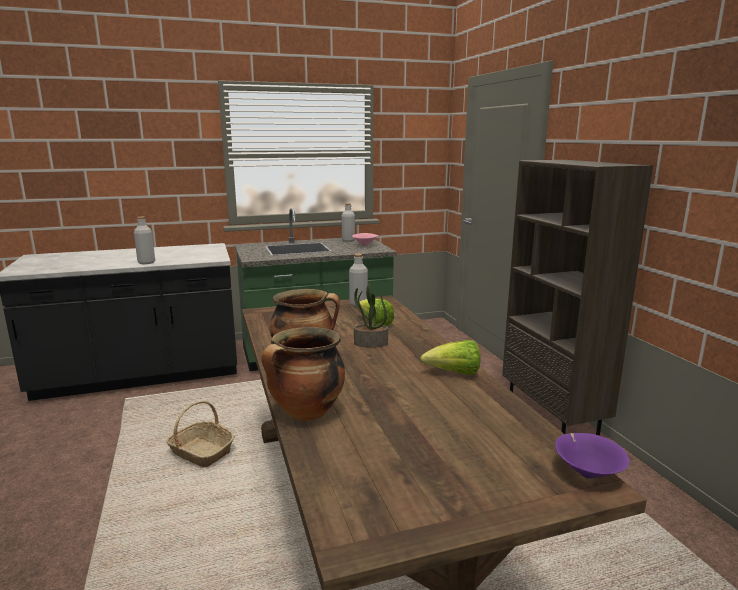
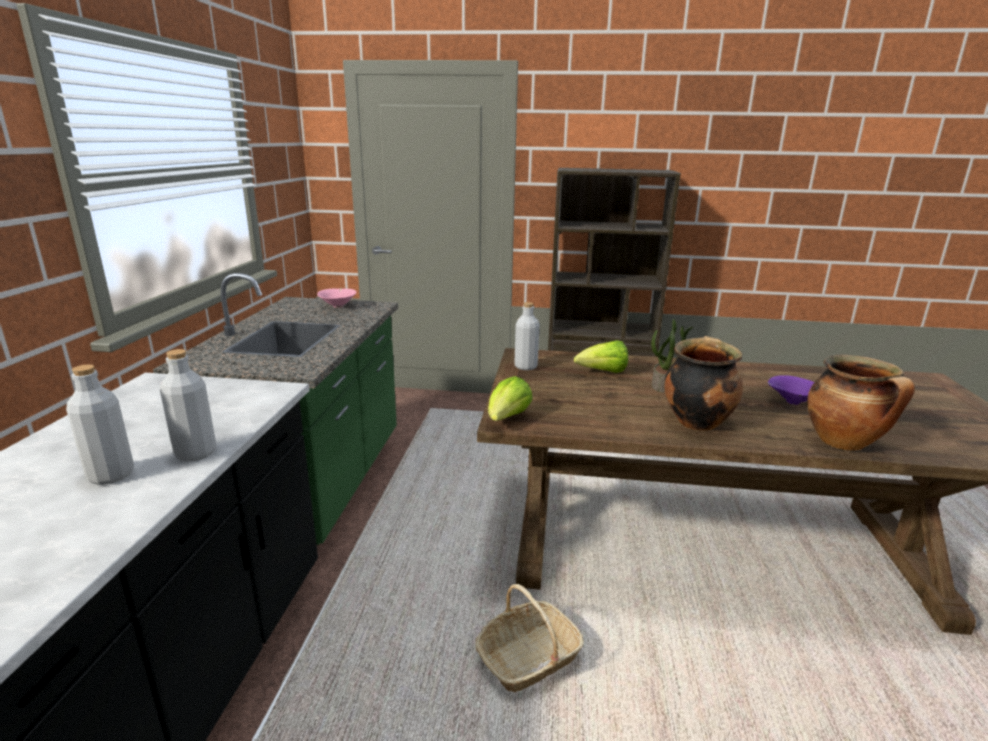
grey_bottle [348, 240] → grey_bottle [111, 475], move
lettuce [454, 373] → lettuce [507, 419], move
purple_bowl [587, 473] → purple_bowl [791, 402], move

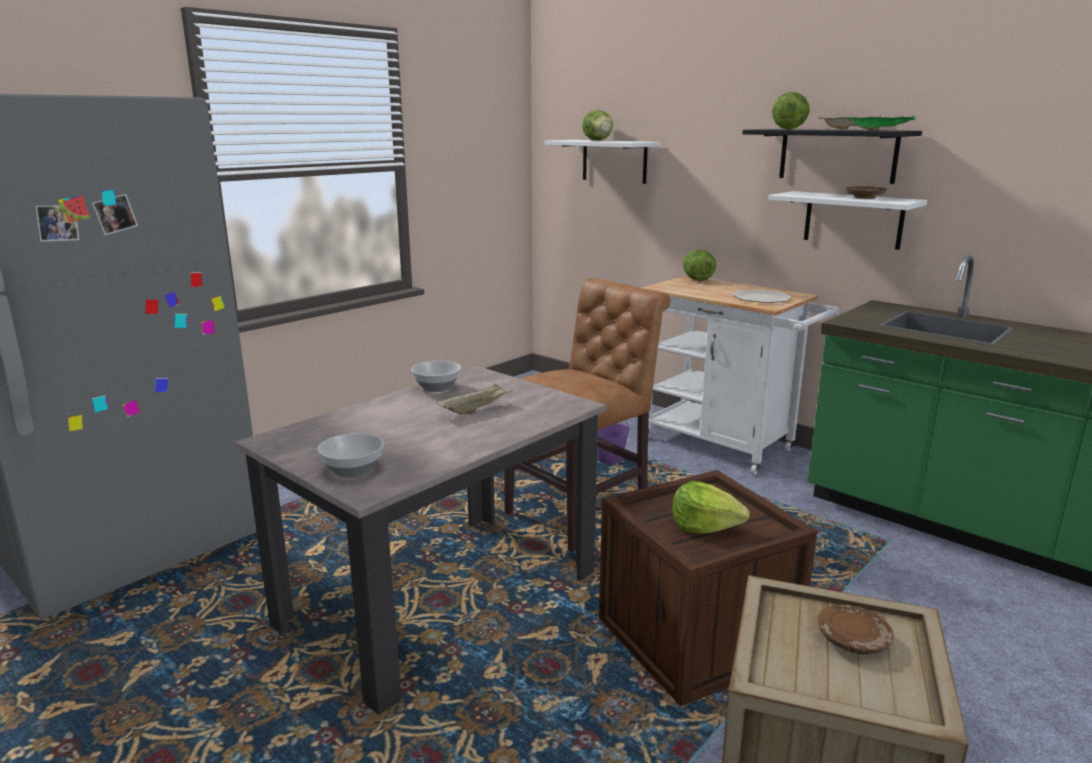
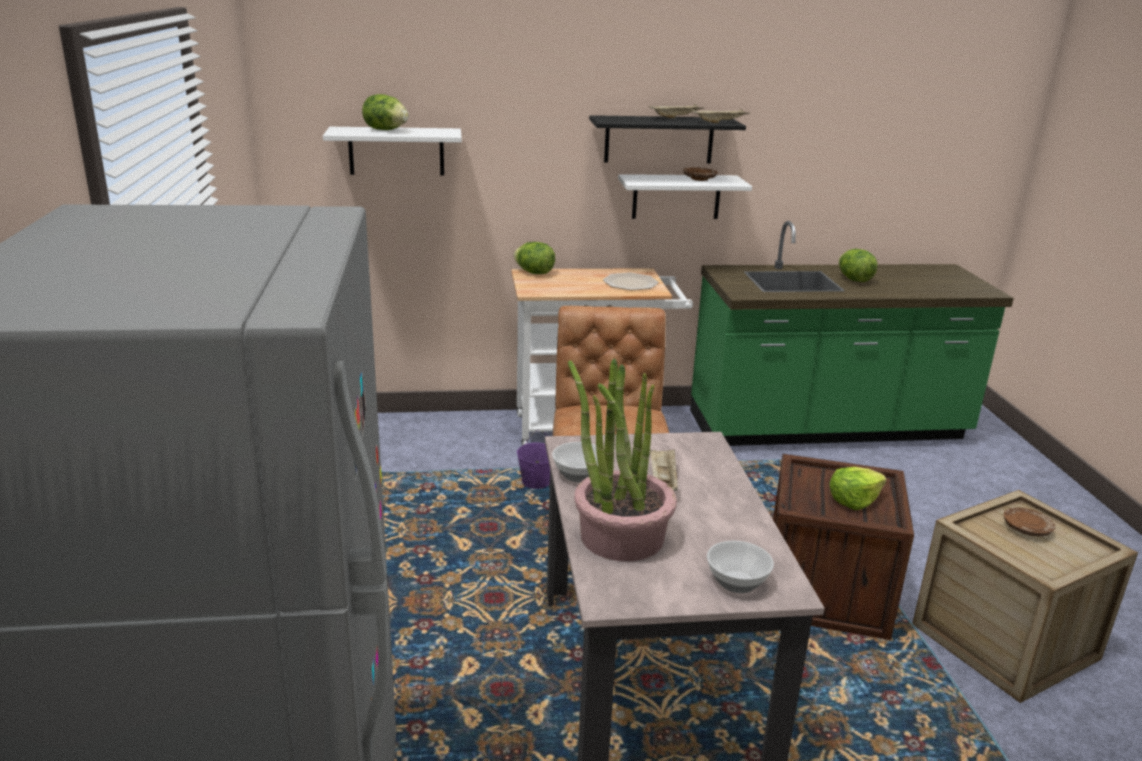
lettuce [789, 129] → lettuce [854, 280], move
green_tray [880, 130] → beige_tray [720, 122]
- → potted_plant [621, 536]

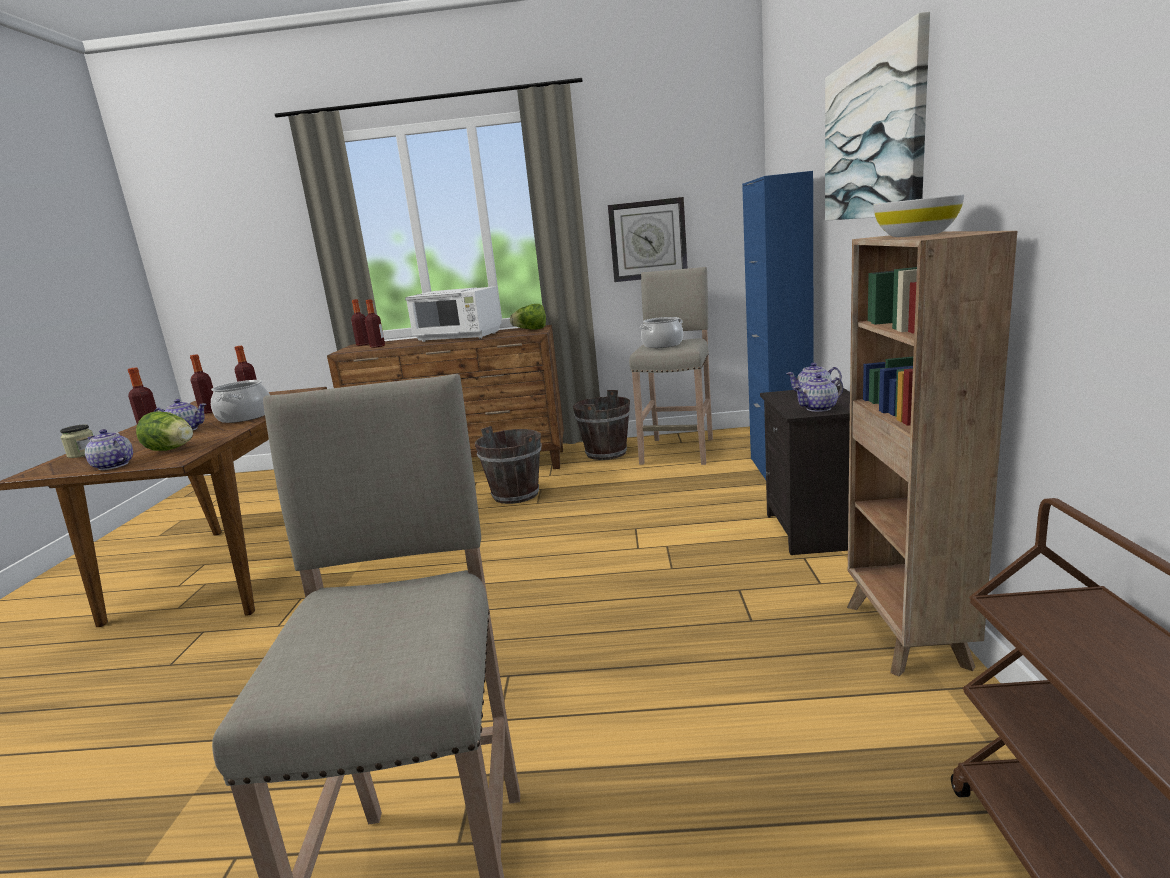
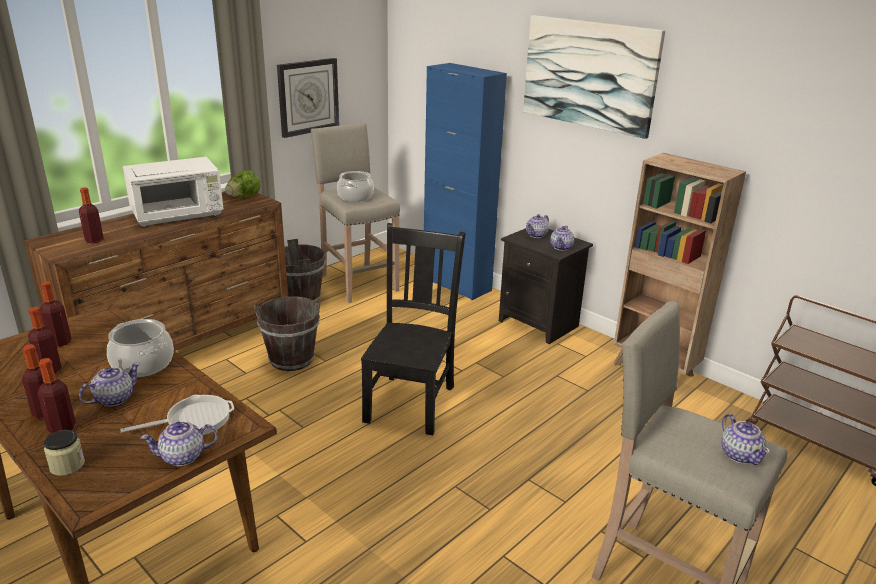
lettuce [172, 450] → frying_pan [193, 420]
bottle [363, 344] → bottle [62, 428], move
white_bowl [916, 235] → -
- → black_chair [411, 401]
- → teapot [740, 454]

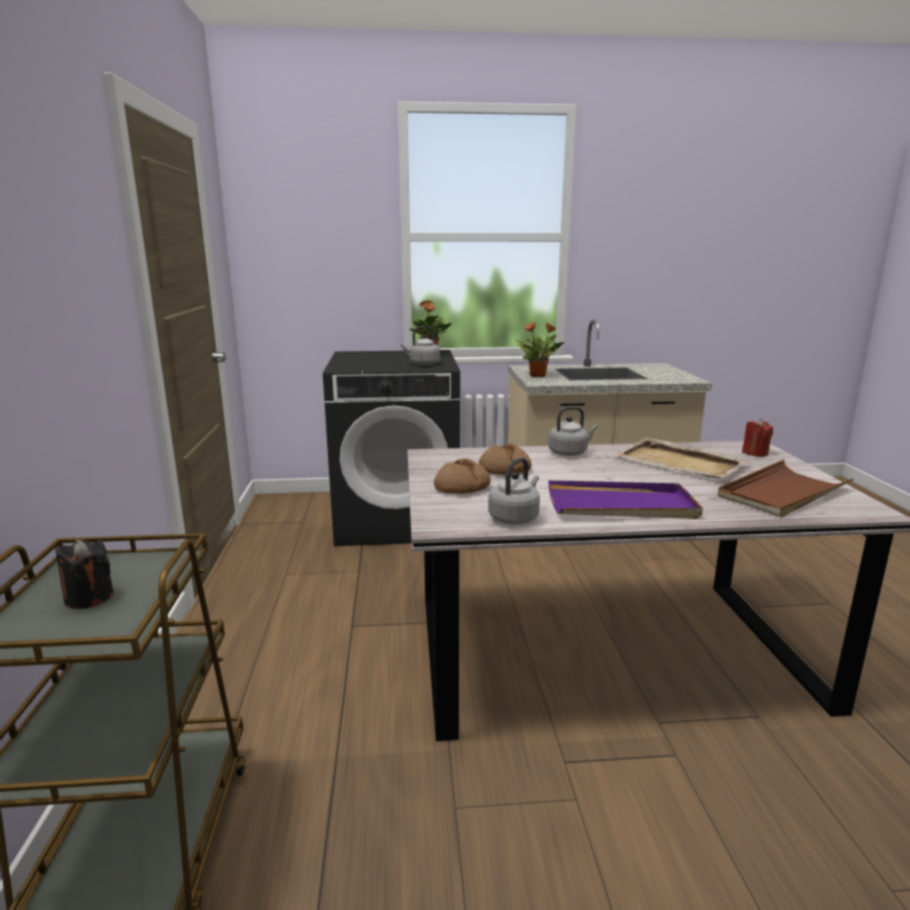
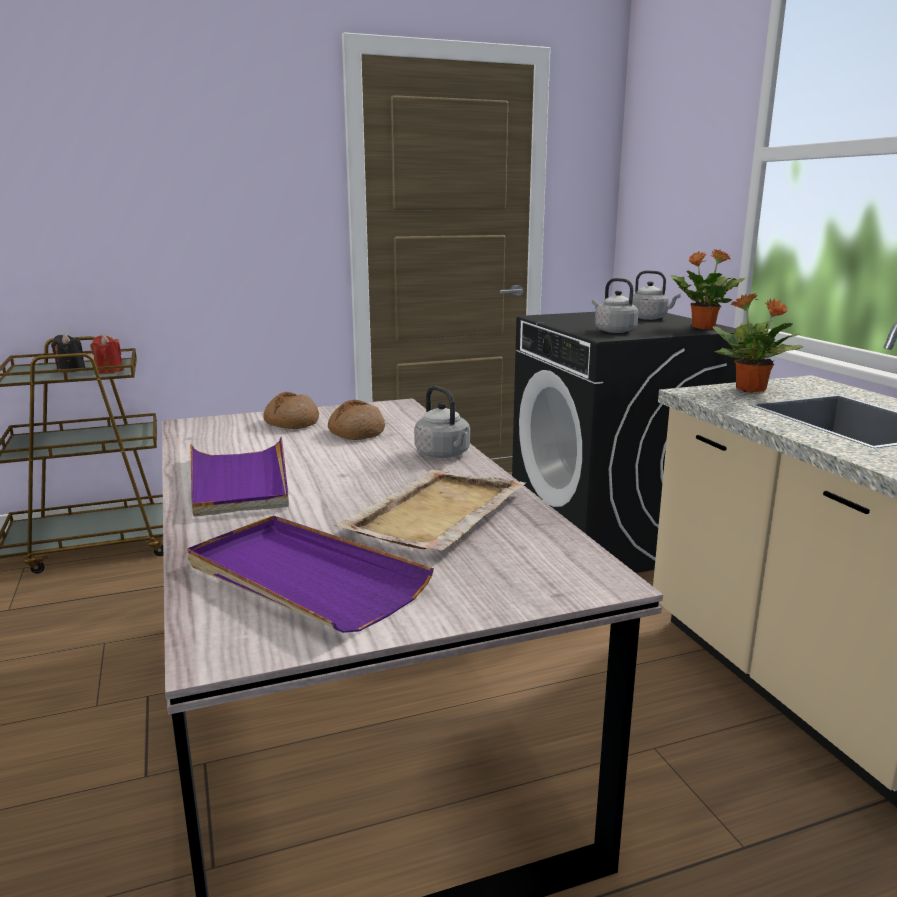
grey_kettle [515, 517] → grey_kettle [650, 318], move
brown_tray [782, 493] → purple_tray [303, 578]
red_candle [755, 453] → red_candle [109, 371], move

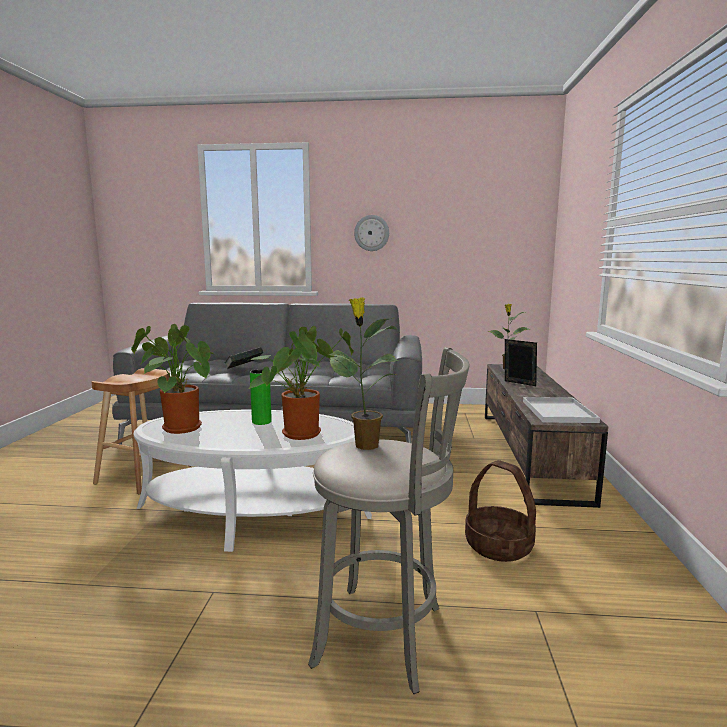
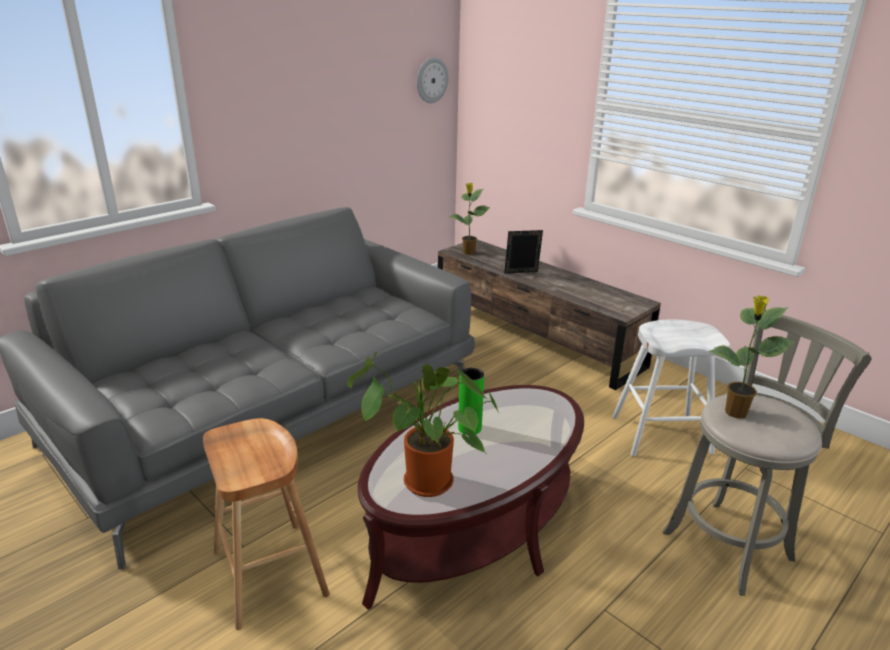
white_coffee_table [252, 511] → brown_coffee_table [475, 527]
book [244, 369] → -
potted_plant [302, 432] → -
wall_clock [371, 233] → wall_clock [431, 80], move
basket [499, 545] → white_stool [660, 435]
white_tray [560, 412] → -

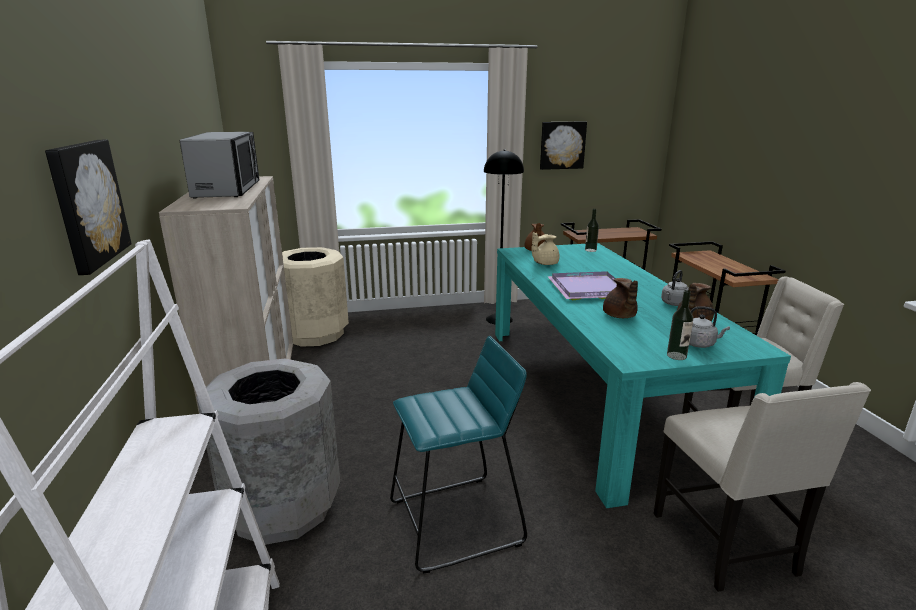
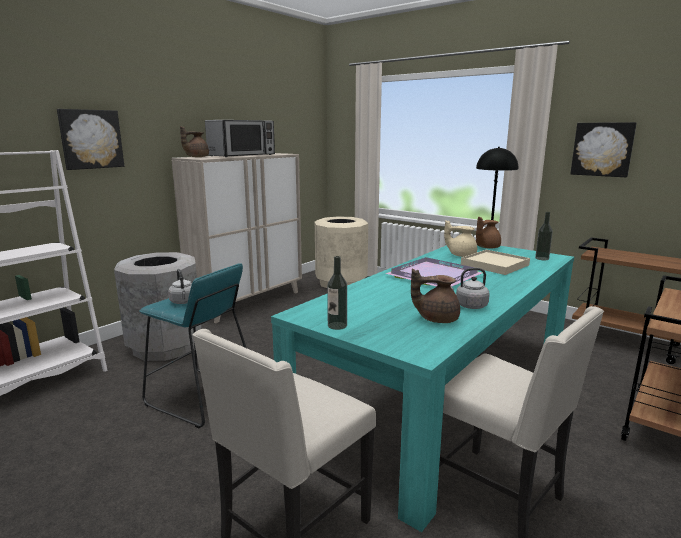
brown_teapot [619, 316] → brown_teapot [196, 157], move
grey_kettle [699, 344] → grey_kettle [184, 302], move
- → beige_tray [494, 265]

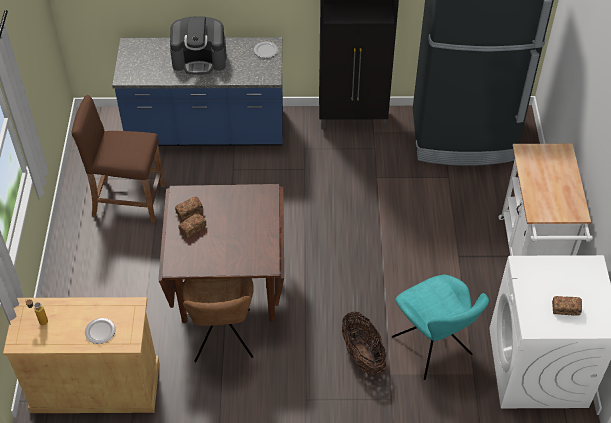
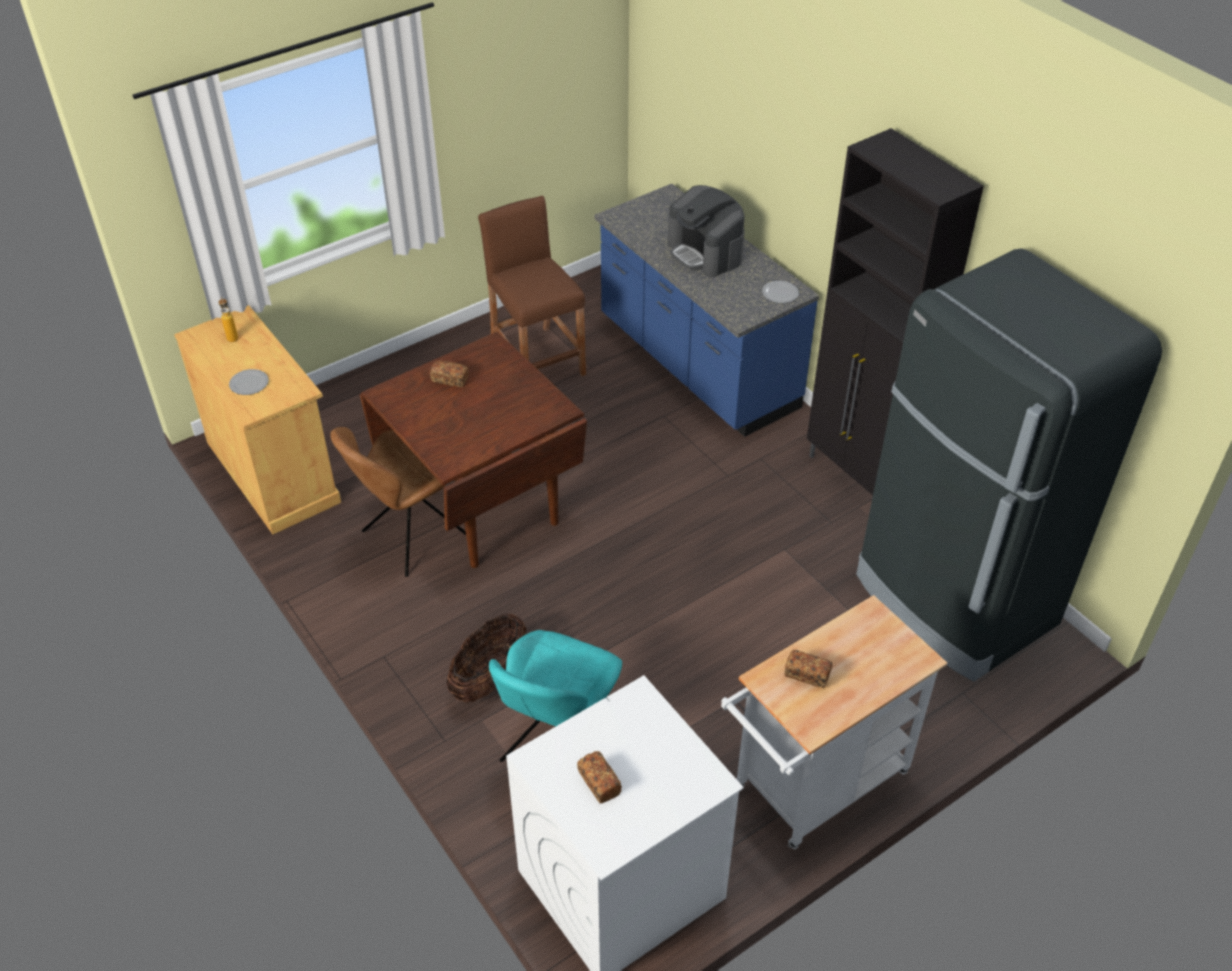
bread [189, 212] → bread [807, 674], move

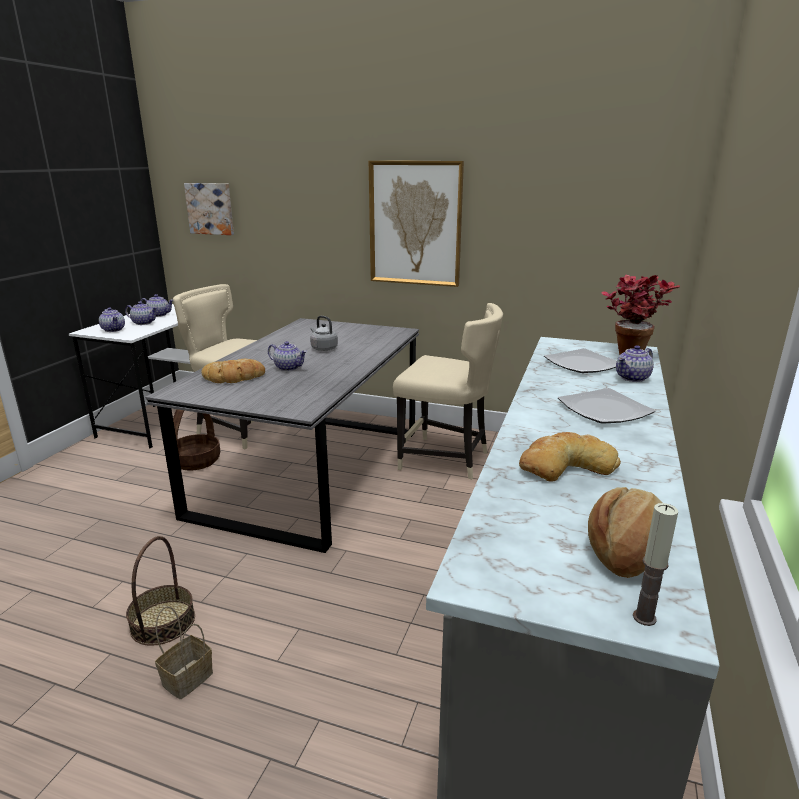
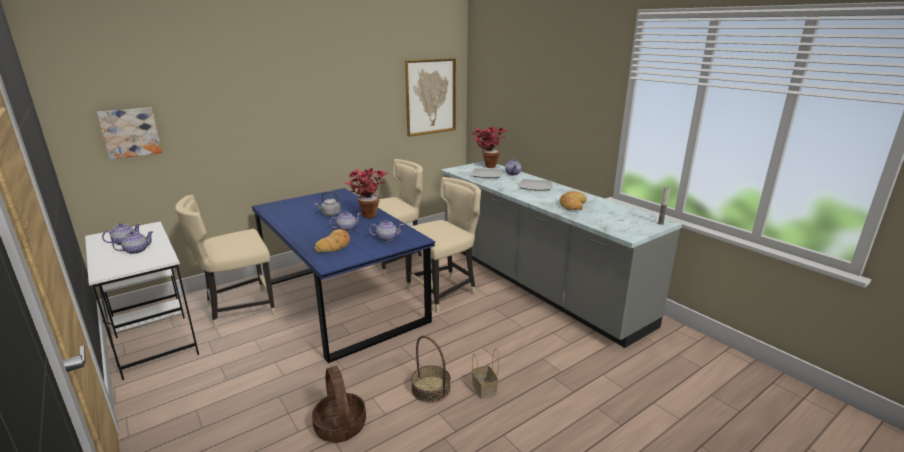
teapot [114, 330] → teapot [387, 238], move
grey_dining_table [310, 470] → blue_dining_table [341, 301]
basket [196, 461] → basket [340, 426], move
picture [415, 224] → picture [430, 96], move
bread [626, 550] → -
- → potted_plant [367, 214]
- → beige_chair [444, 292]

